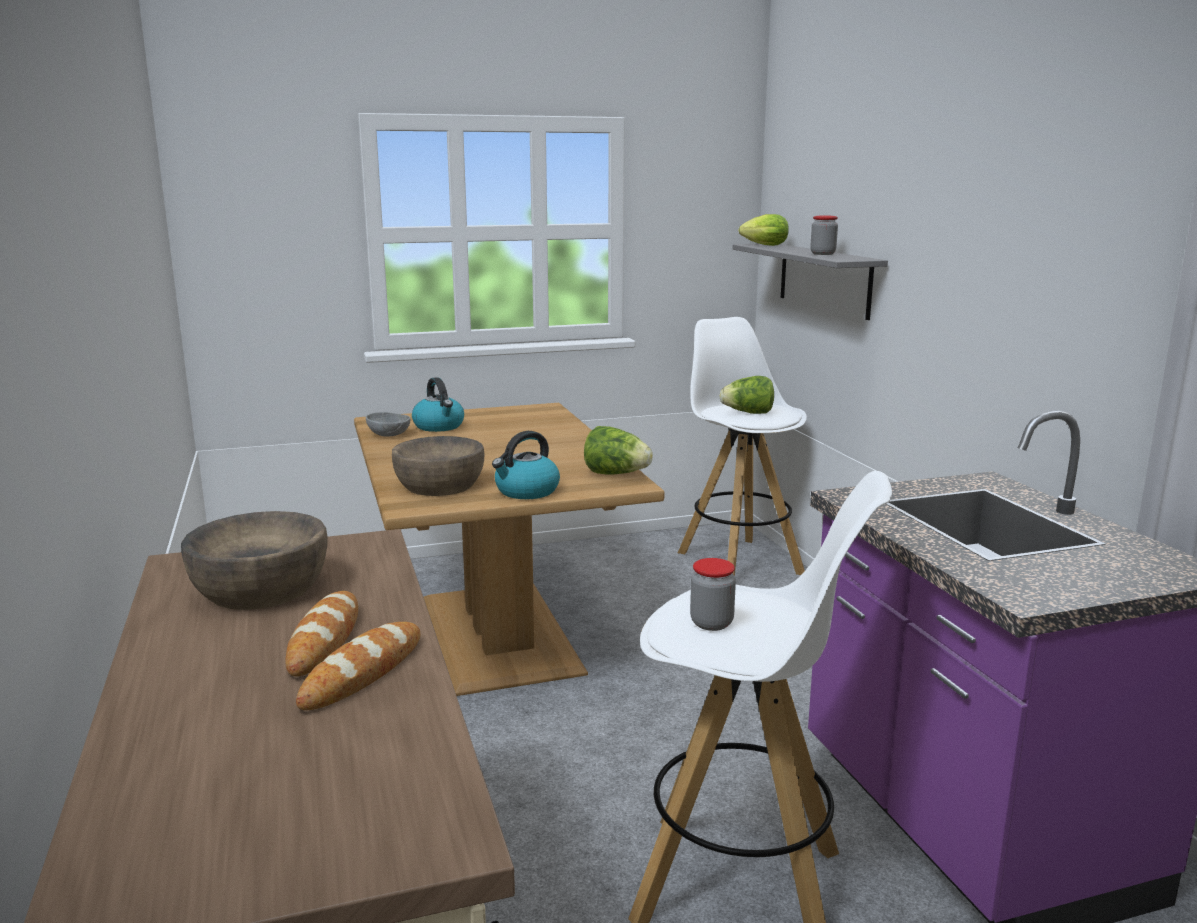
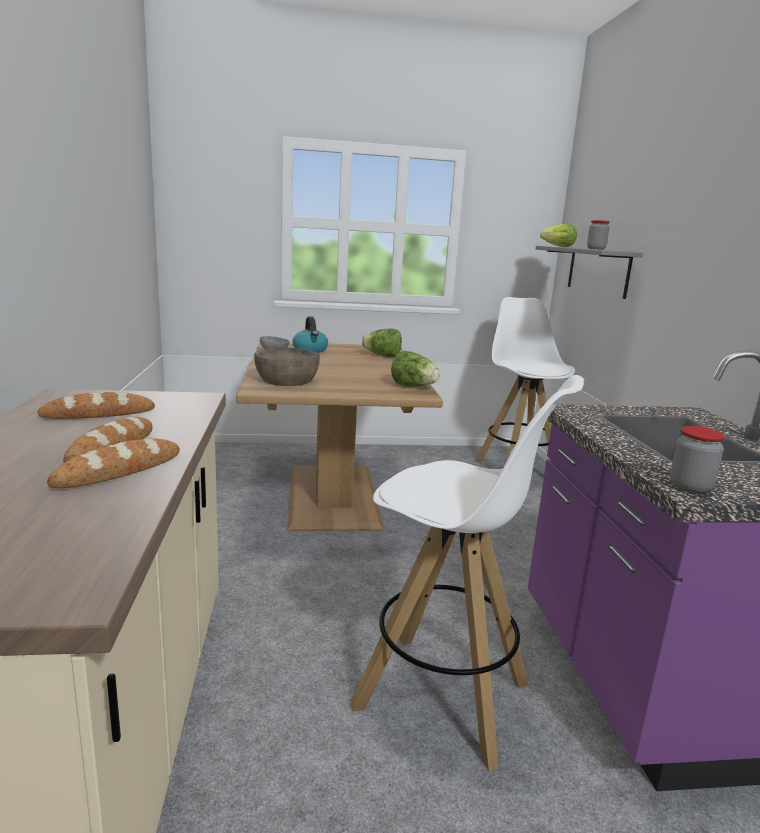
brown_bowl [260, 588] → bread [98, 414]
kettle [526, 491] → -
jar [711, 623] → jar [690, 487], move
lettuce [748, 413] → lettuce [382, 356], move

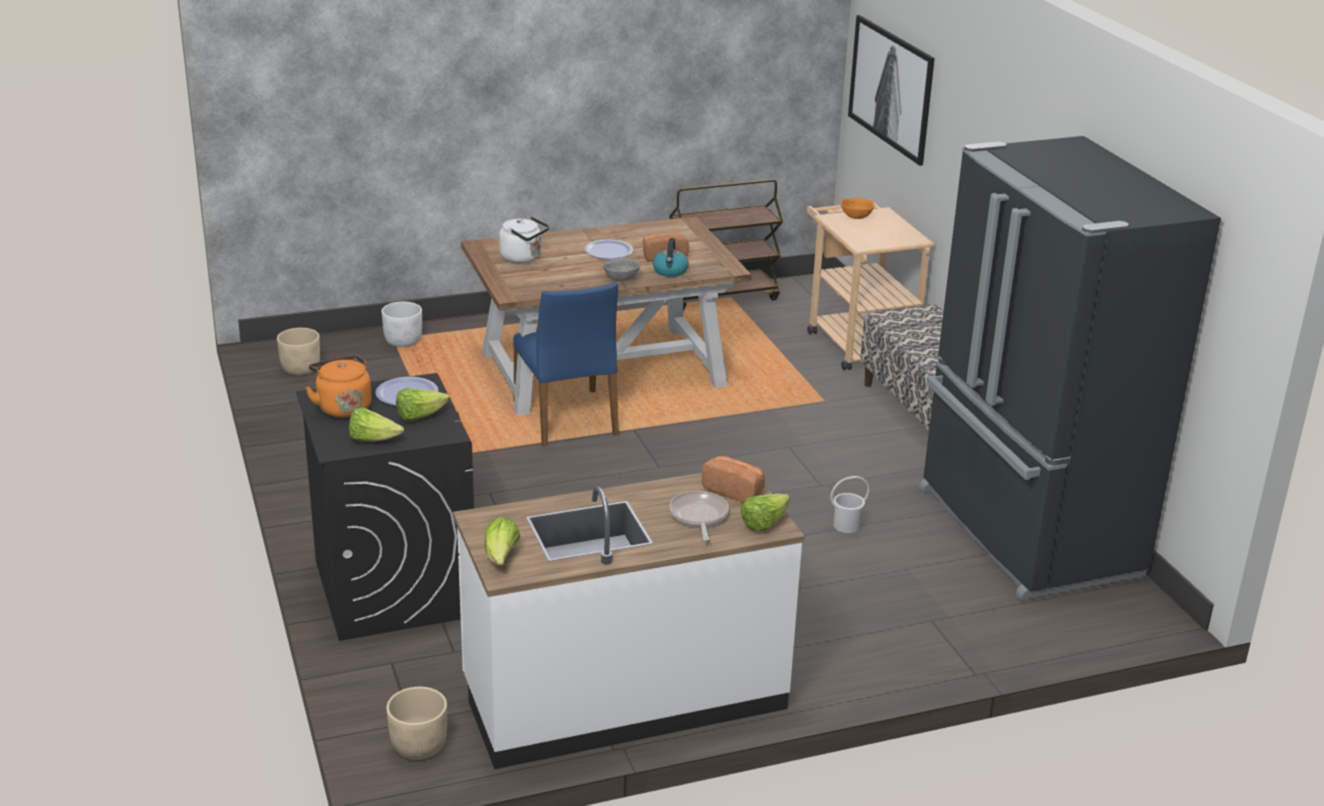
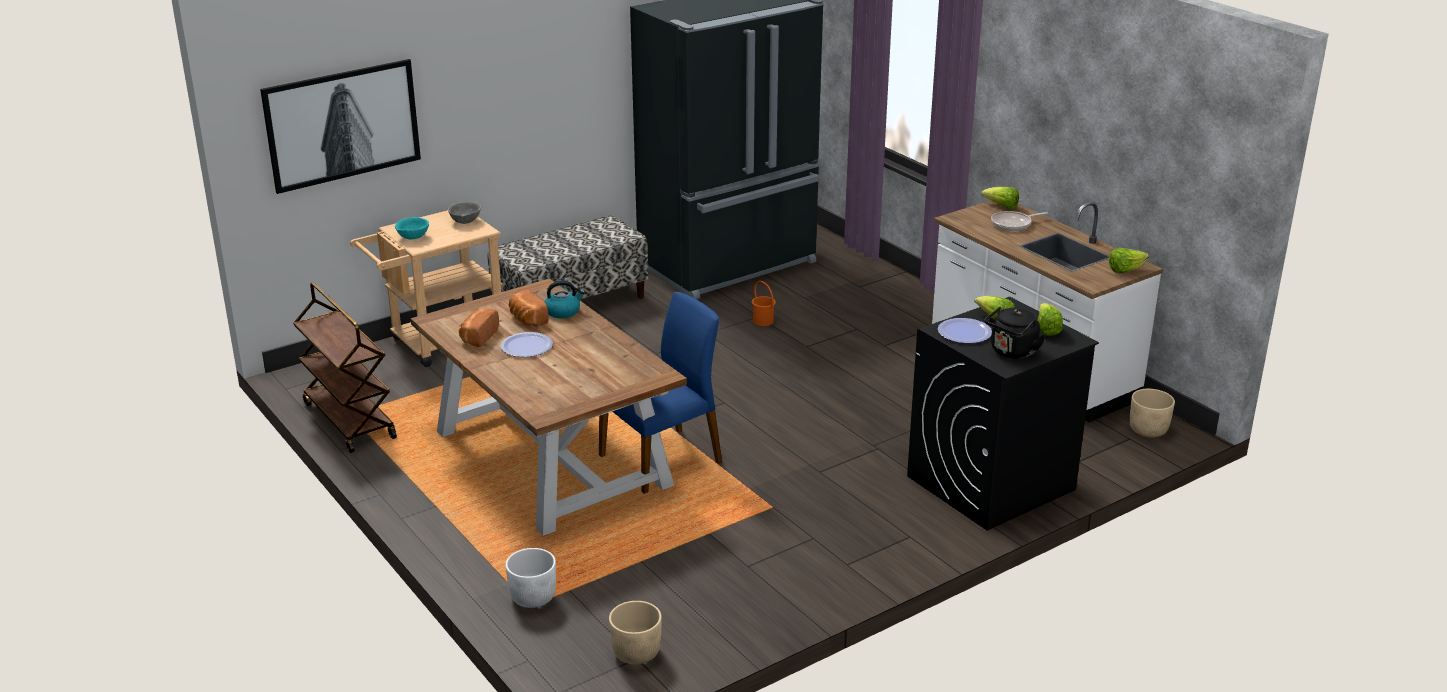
orange_kettle [342, 407] → black_kettle [1012, 352]
white_kettle [523, 258] → -
grey_bowl [621, 279] → grey_bowl [466, 221], move
bread [735, 490] → bread [478, 337], move
white_bucket [846, 525] → orange_bucket [763, 321]
orange_bowl [856, 217] → turquoise_bowl [413, 237]

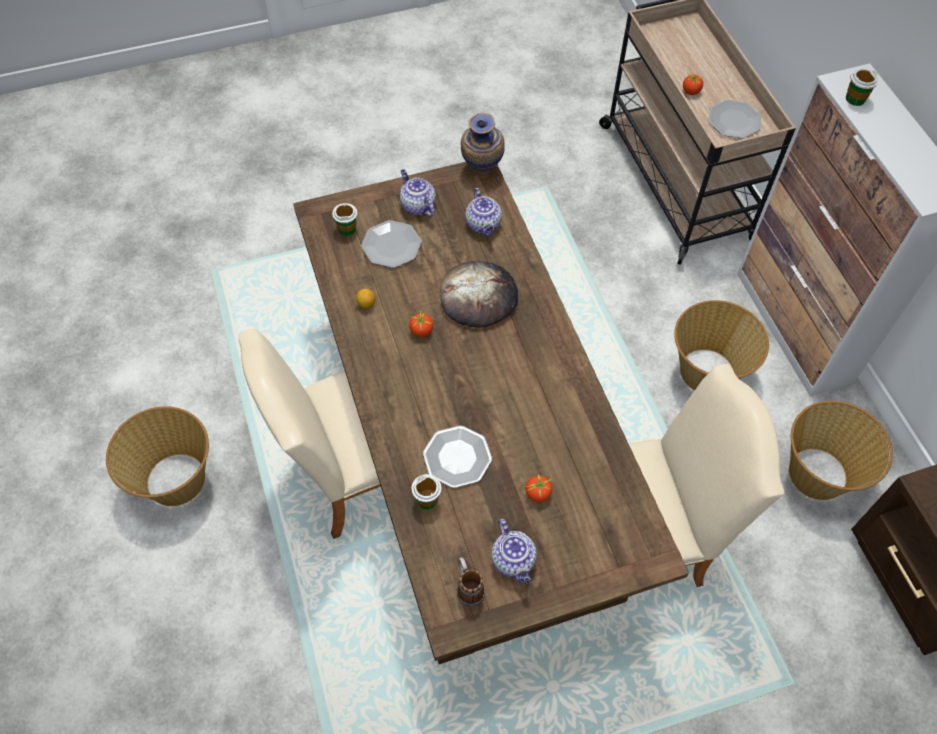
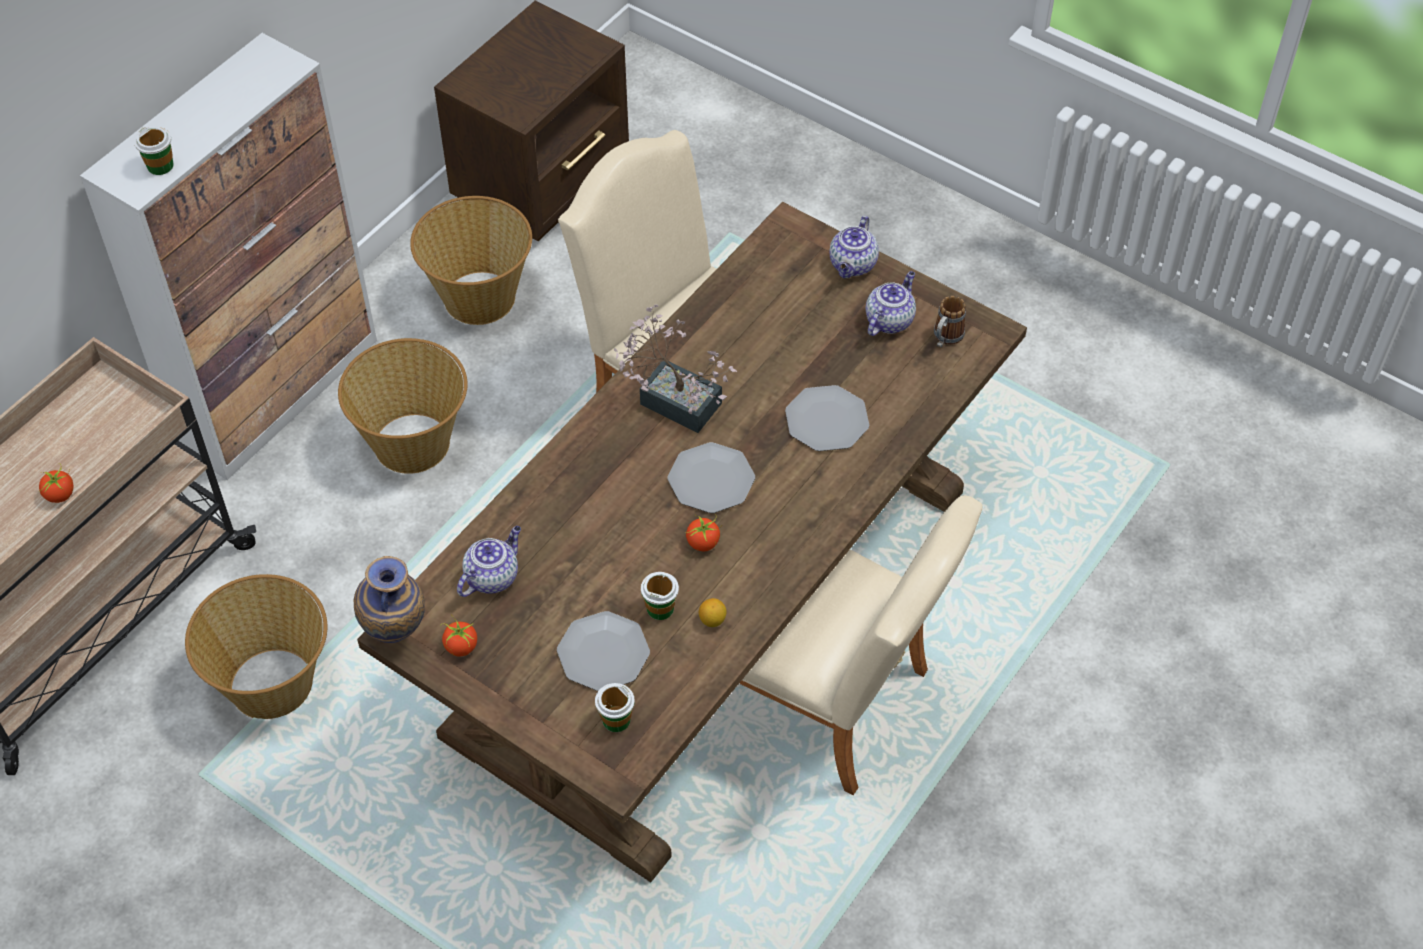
basket [175, 480] → basket [273, 684], move
teapot [417, 205] → teapot [853, 265], move
cup [427, 500] → cup [660, 608], move
bread [479, 297] → -
tomato [538, 493] → tomato [461, 647], move
plate [733, 120] → plate [711, 480], move
- → potted_plant [673, 399]

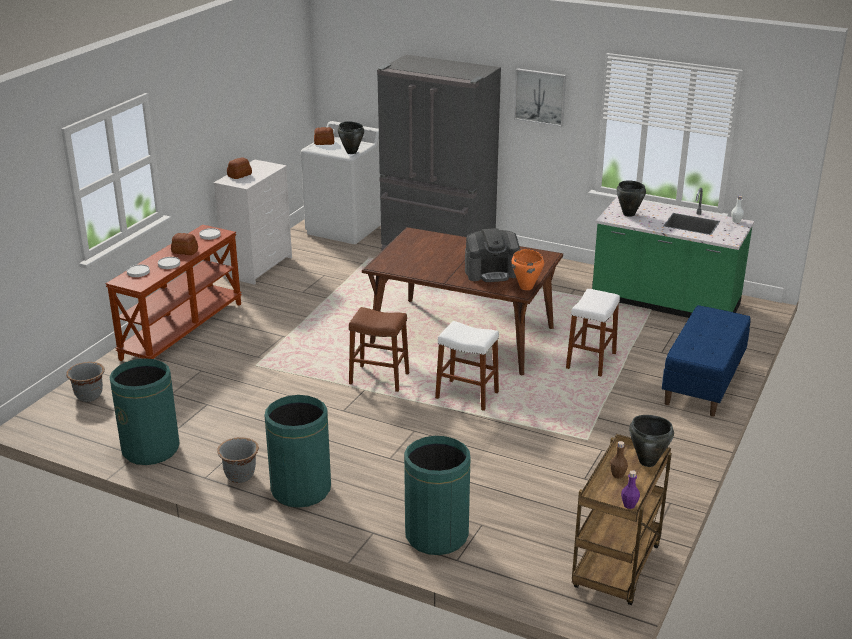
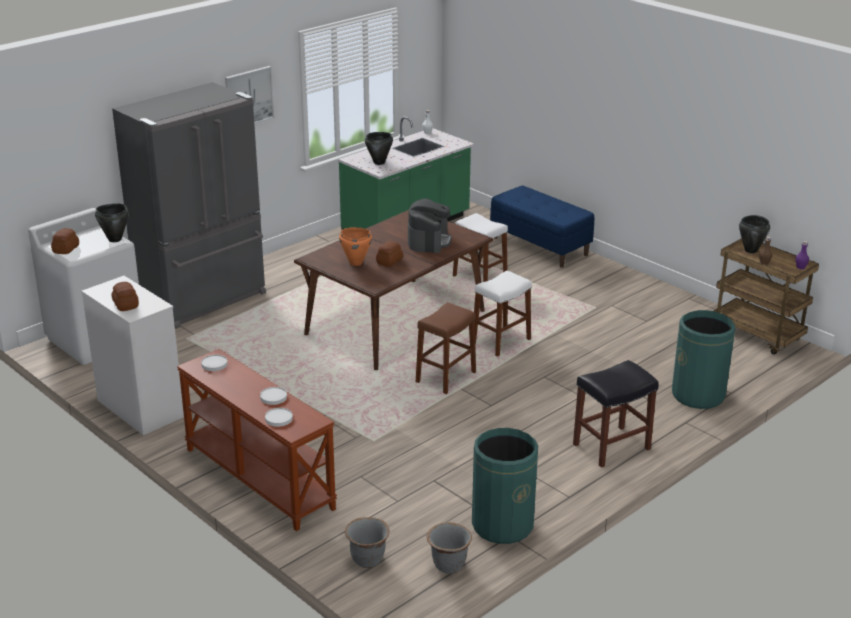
bread [185, 251] → bread [389, 261], move
grey_planter [240, 476] → grey_planter [448, 565], move
green_trash_can [301, 490] → black_stool [611, 447]
orange_cooking_pot [526, 287] → orange_cooking_pot [355, 263], move

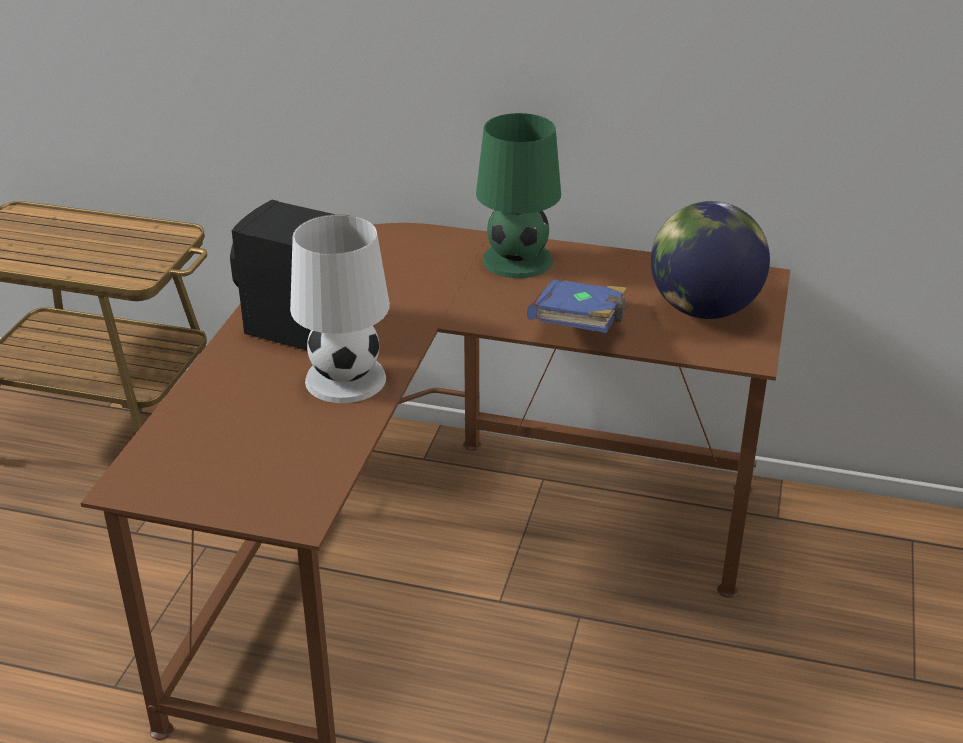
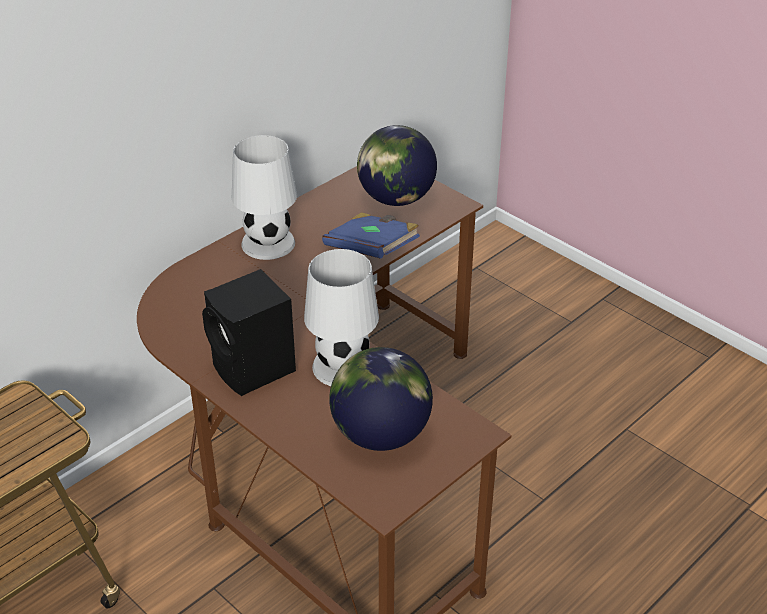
green_table_lamp [516, 260] → white_table_lamp [268, 244]
- → globe [380, 434]

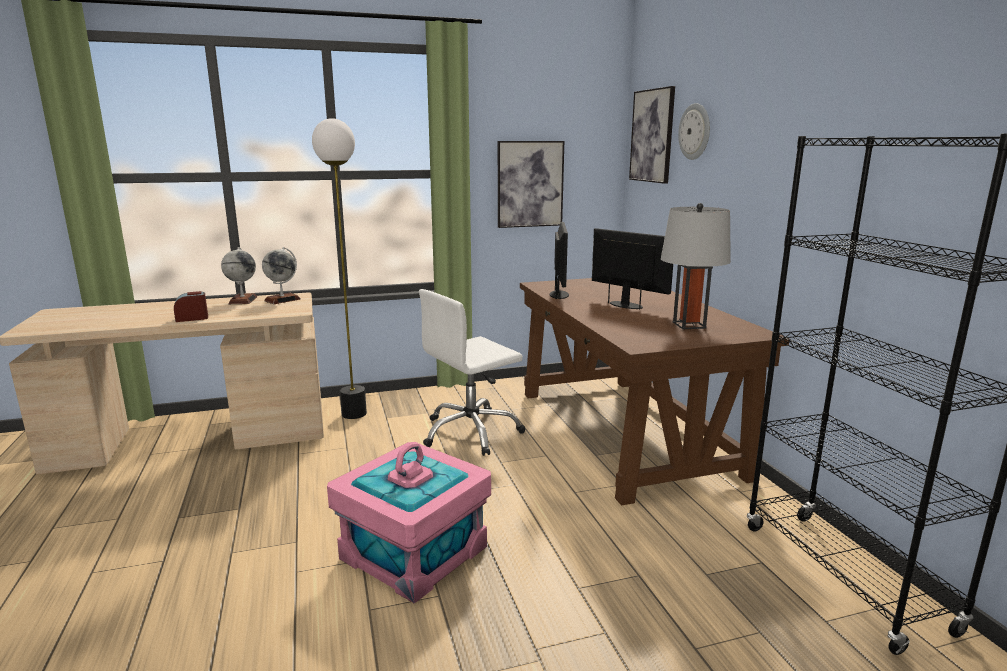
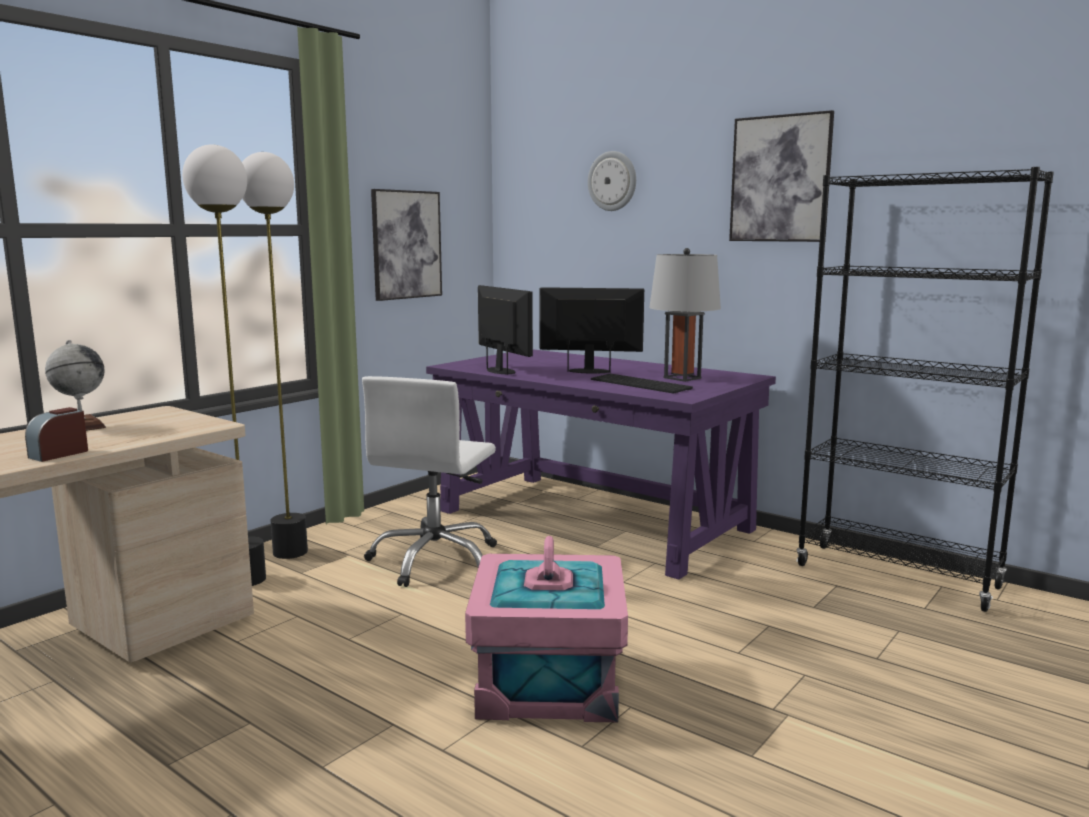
globe [282, 300] → -
brown_desk [625, 431] → purple_desk [593, 520]
picture [652, 136] → picture [780, 179], move
- → floor_lamp [289, 552]
- → keyboard [642, 384]

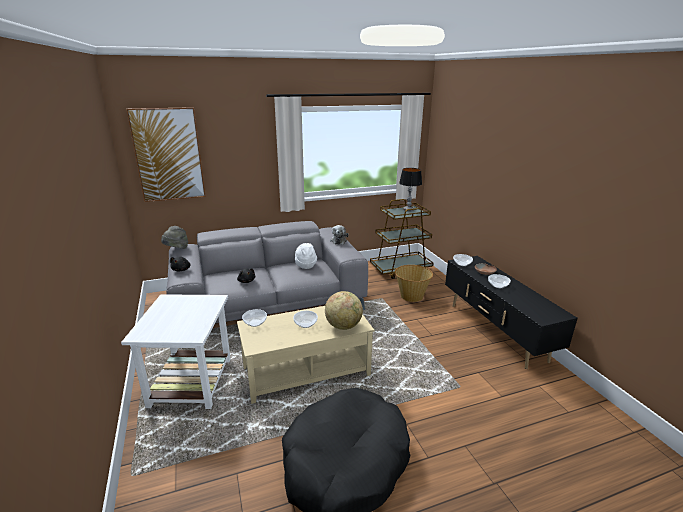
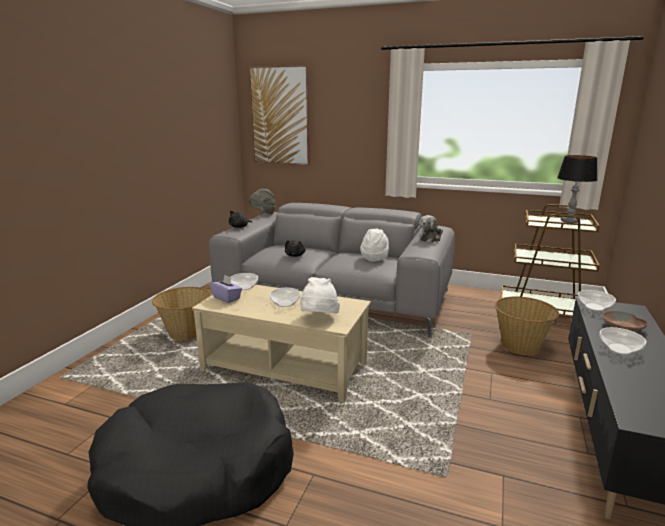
white_side_table [191, 381] → basket [186, 333]
globe [343, 326] → white_hat [319, 318]
- → purple_tissue_box [227, 298]

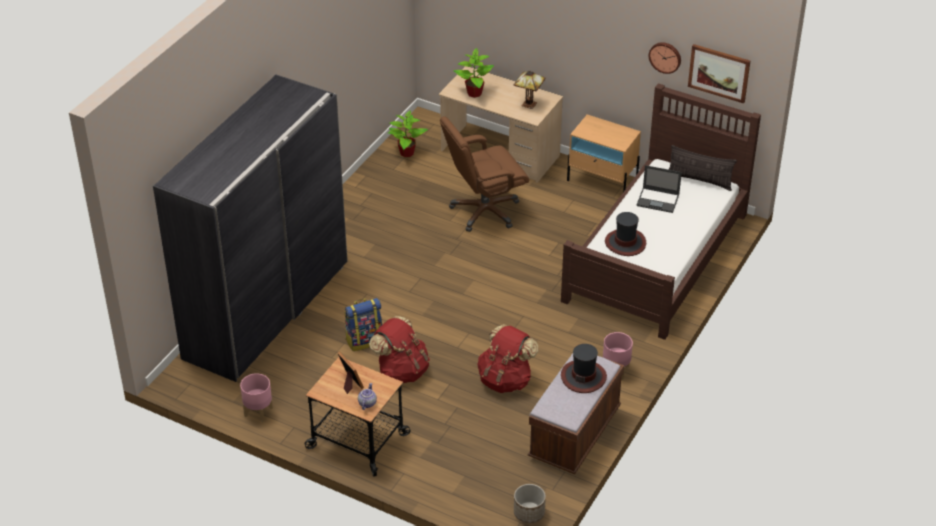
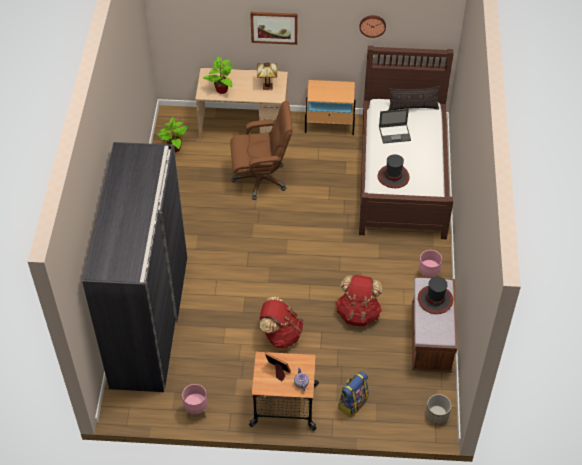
backpack [364, 340] → backpack [352, 403], move
brown_office_chair [484, 211] → brown_office_chair [261, 179], 135 degrees counterclockwise
picture [719, 72] → picture [274, 27], move

